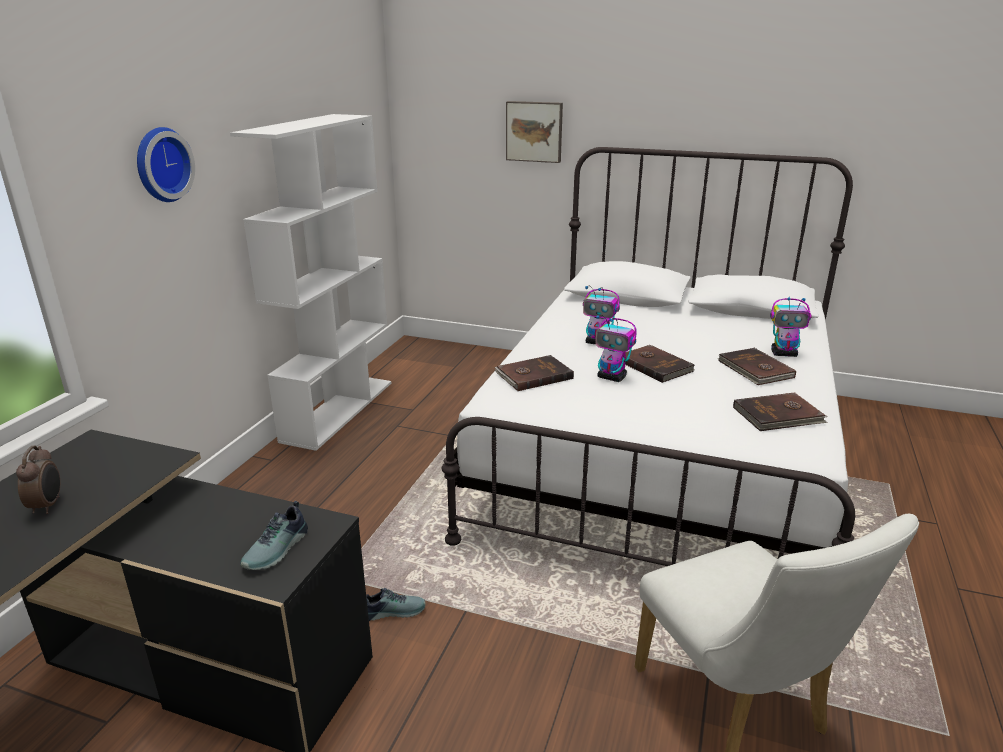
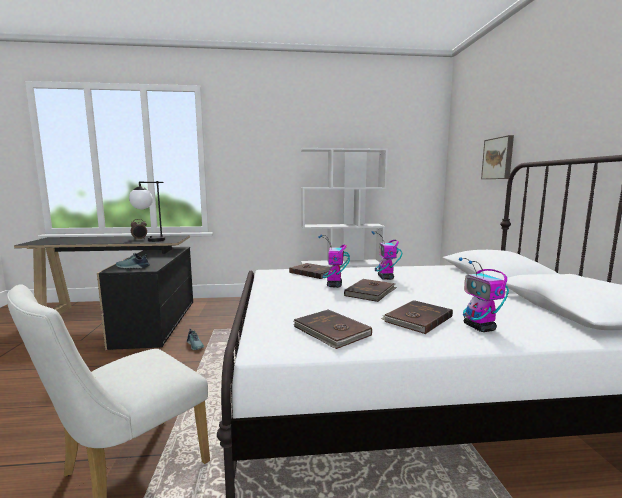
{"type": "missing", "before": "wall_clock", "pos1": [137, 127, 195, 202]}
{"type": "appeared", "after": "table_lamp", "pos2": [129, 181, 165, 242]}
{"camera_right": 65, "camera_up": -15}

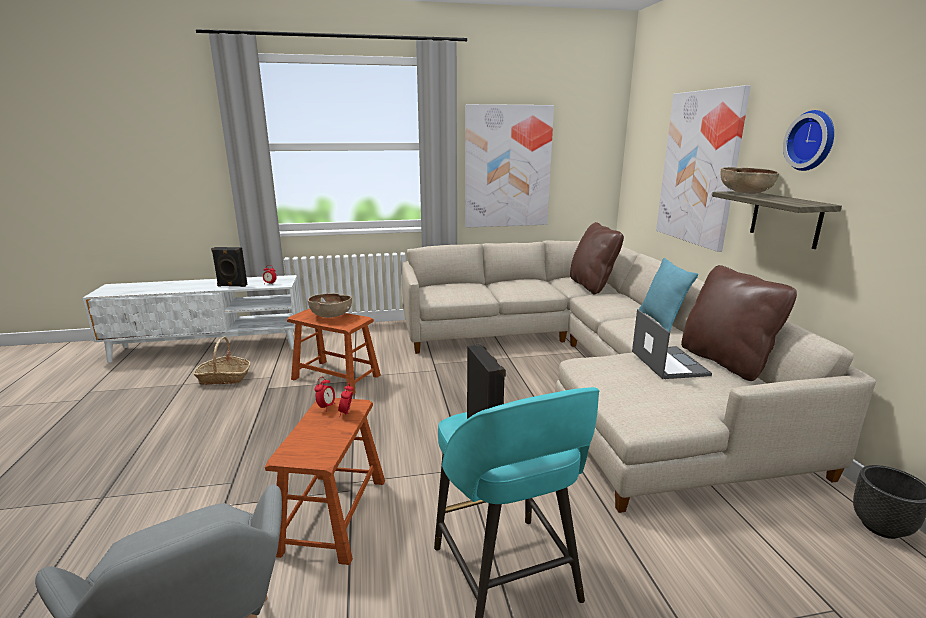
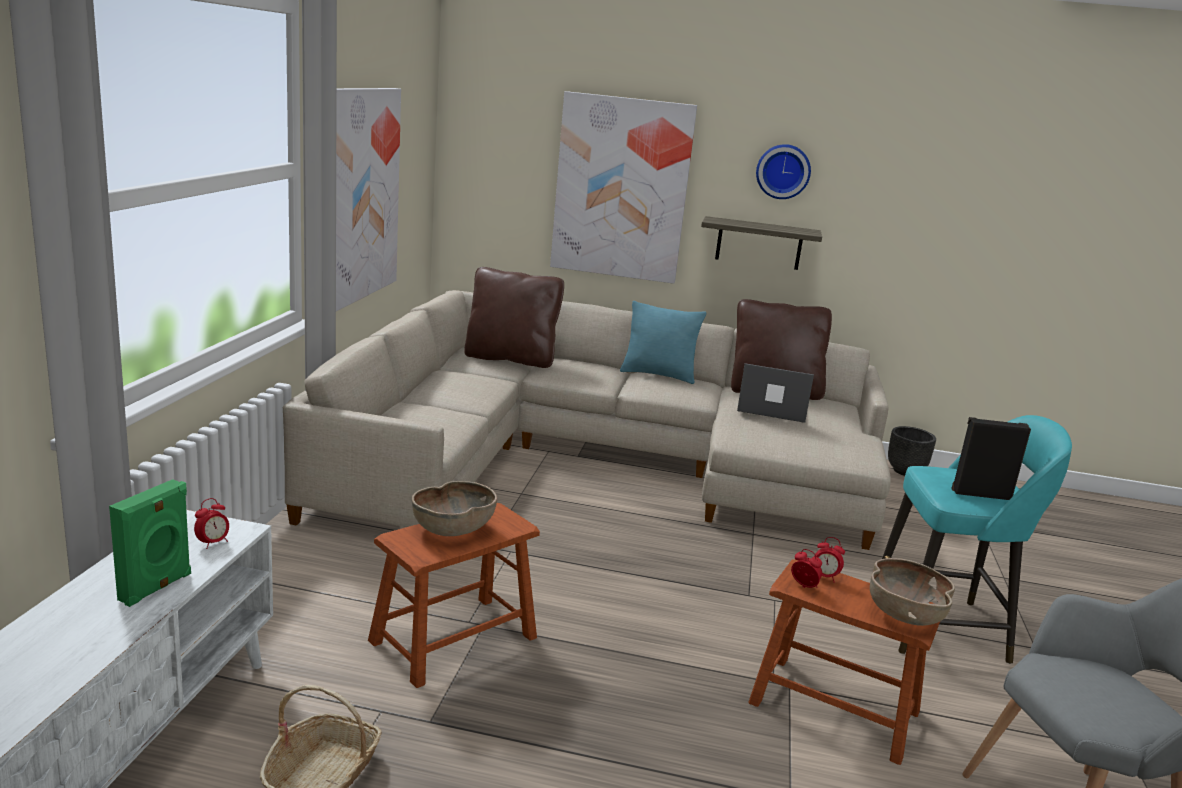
{"type": "colour", "before": "blackish_speaker", "after": "green_speaker", "pos1": [211, 247, 247, 287], "pos2": [109, 479, 191, 607]}
{"type": "relocated", "before": "brown_deep_dish", "pos1": [721, 167, 779, 194], "pos2": [870, 558, 955, 626]}
{"camera_right": -70, "camera_up": 0}

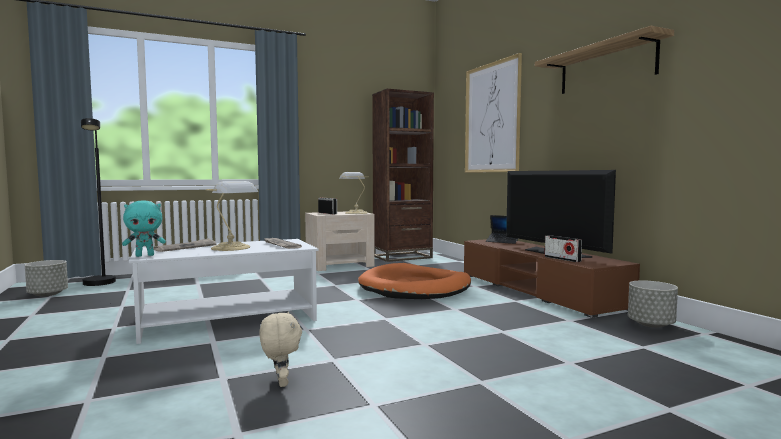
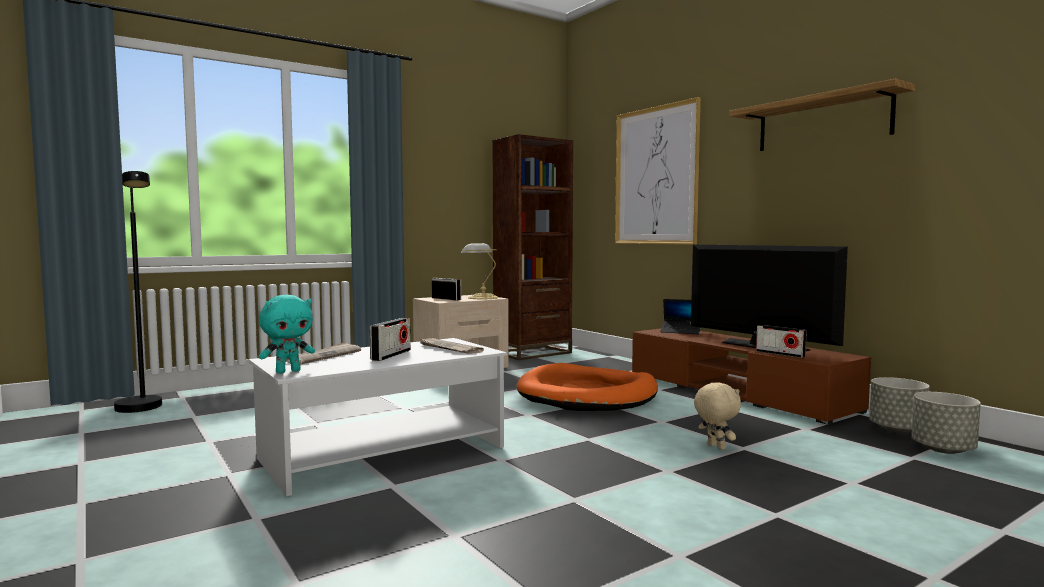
{"type": "relocated", "before": "grey_plant_pot", "pos1": [25, 260, 68, 296], "pos2": [912, 392, 981, 454]}
{"type": "exchanged", "before": "table_lamp", "after": "radio", "pos1": [206, 181, 258, 251], "pos2": [370, 318, 411, 361]}
{"type": "relocated", "before": "sand-coloured_cuddly_toy", "pos1": [259, 312, 302, 387], "pos2": [694, 382, 741, 450]}
{"camera_right": -10, "camera_up": 0}

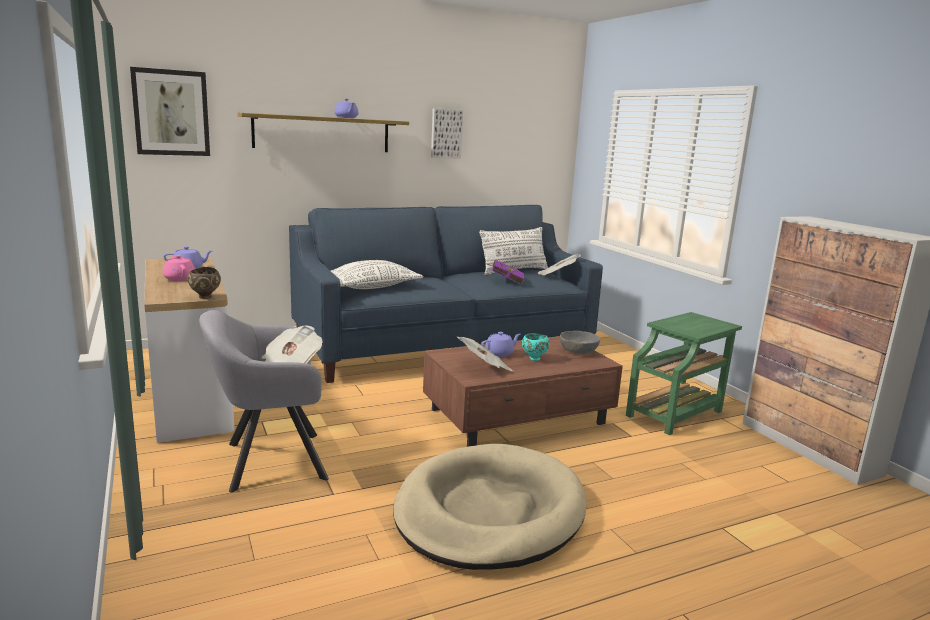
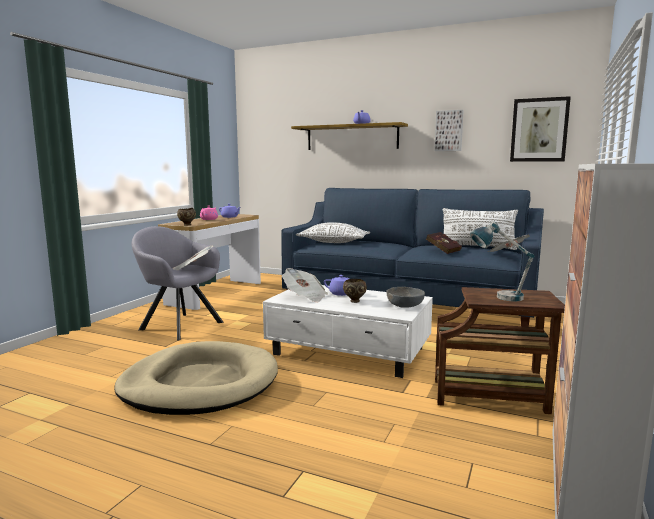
{"type": "relocated", "before": "wall_art", "pos1": [130, 67, 210, 156], "pos2": [510, 96, 571, 162]}
{"type": "colour", "before": "brown_lounge_table", "after": "white_lounge_table", "pos1": [423, 336, 623, 447], "pos2": [263, 285, 433, 378]}
{"type": "colour", "before": "purplish_volume", "after": "red_volume", "pos1": [488, 260, 524, 285], "pos2": [426, 232, 462, 254]}
{"type": "colour", "before": "turquoise-coloured_deep_dish", "after": "brown_deep_dish", "pos1": [522, 333, 550, 361], "pos2": [343, 279, 367, 303]}
{"type": "colour", "before": "green_accent_table", "after": "brown_accent_table", "pos1": [626, 312, 742, 435], "pos2": [435, 287, 565, 414]}
{"type": "appeared", "after": "table_lamp", "pos2": [470, 221, 534, 301]}
{"camera_right": 50, "camera_up": -5}

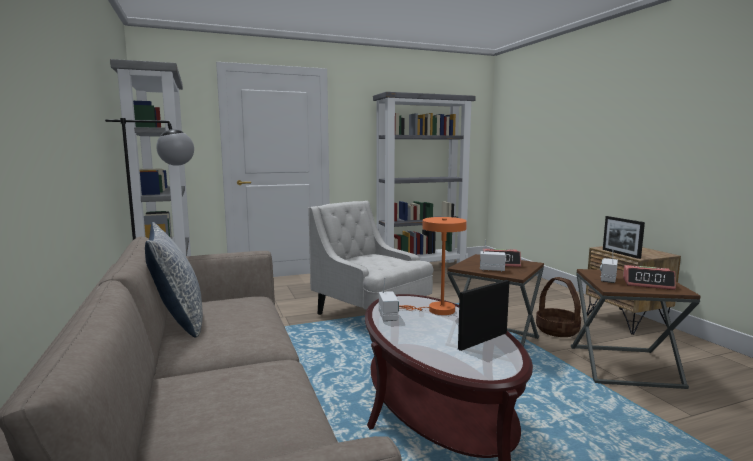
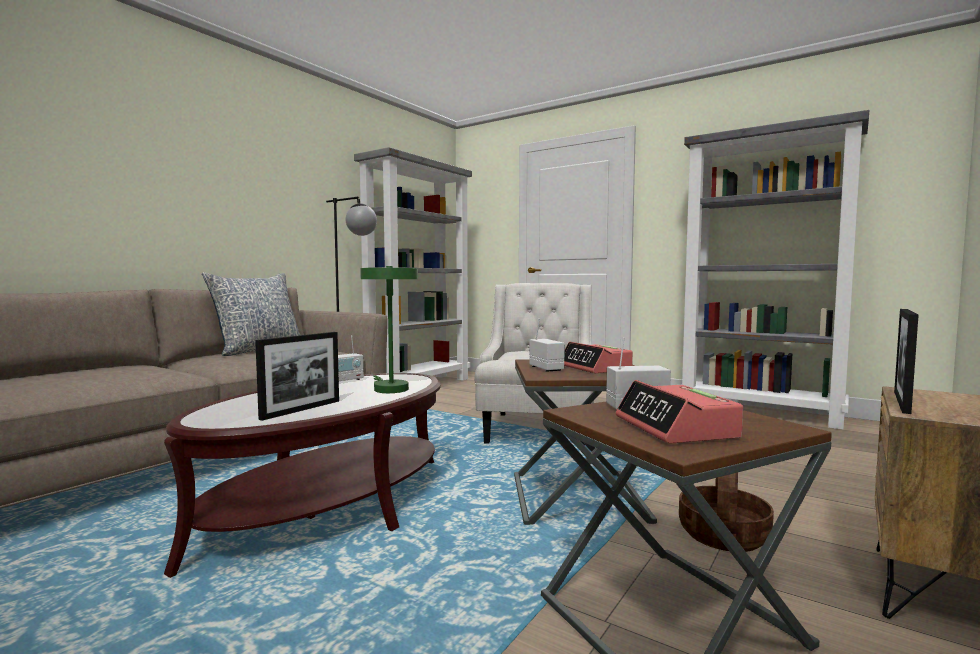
{"type": "colour", "before": "orangey_table_lamp", "after": "green_table_lamp", "pos1": [399, 217, 467, 315], "pos2": [360, 266, 418, 393]}
{"type": "spun", "before": "standing_frame", "pos1": [458, 280, 509, 351], "pos2": [255, 332, 339, 421], "turn": 105}
{"camera_right": 55, "camera_up": -5}

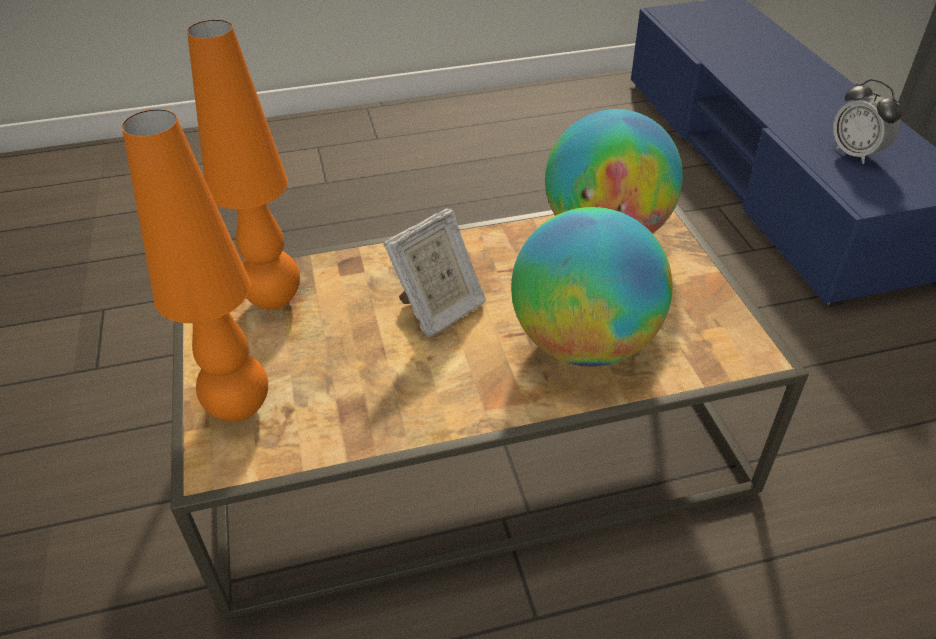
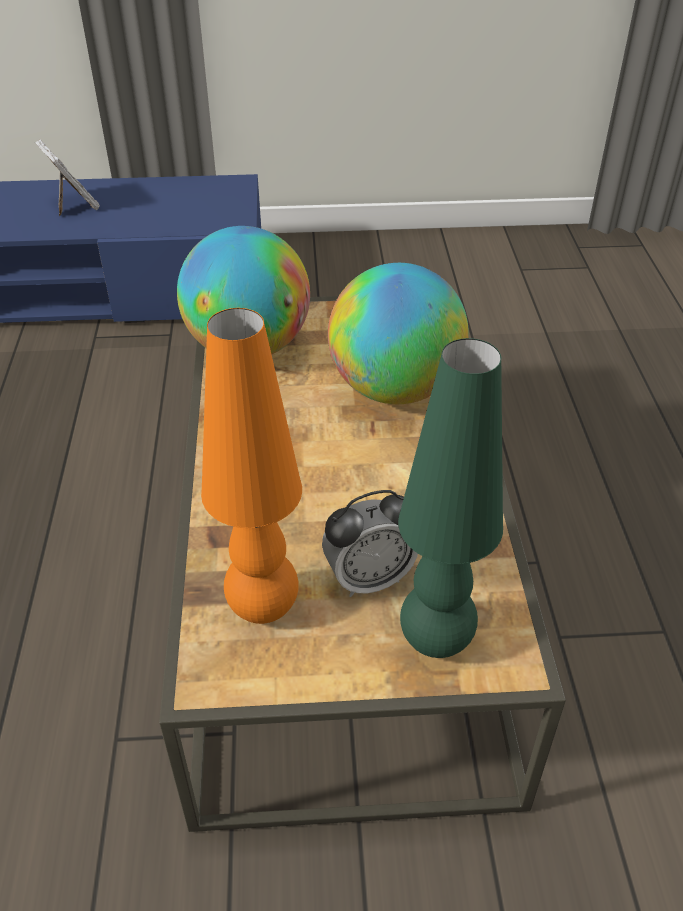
{"type": "colour", "before": "orangey_table_lamp", "after": "green_table_lamp", "pos1": [122, 109, 268, 422], "pos2": [398, 338, 503, 658]}
{"type": "relocated", "before": "standing_frame", "pos1": [384, 208, 486, 336], "pos2": [34, 139, 100, 216]}
{"type": "relocated", "before": "bedside_clock", "pos1": [833, 79, 902, 164], "pos2": [322, 490, 418, 597]}
{"camera_right": -80, "camera_up": 0}

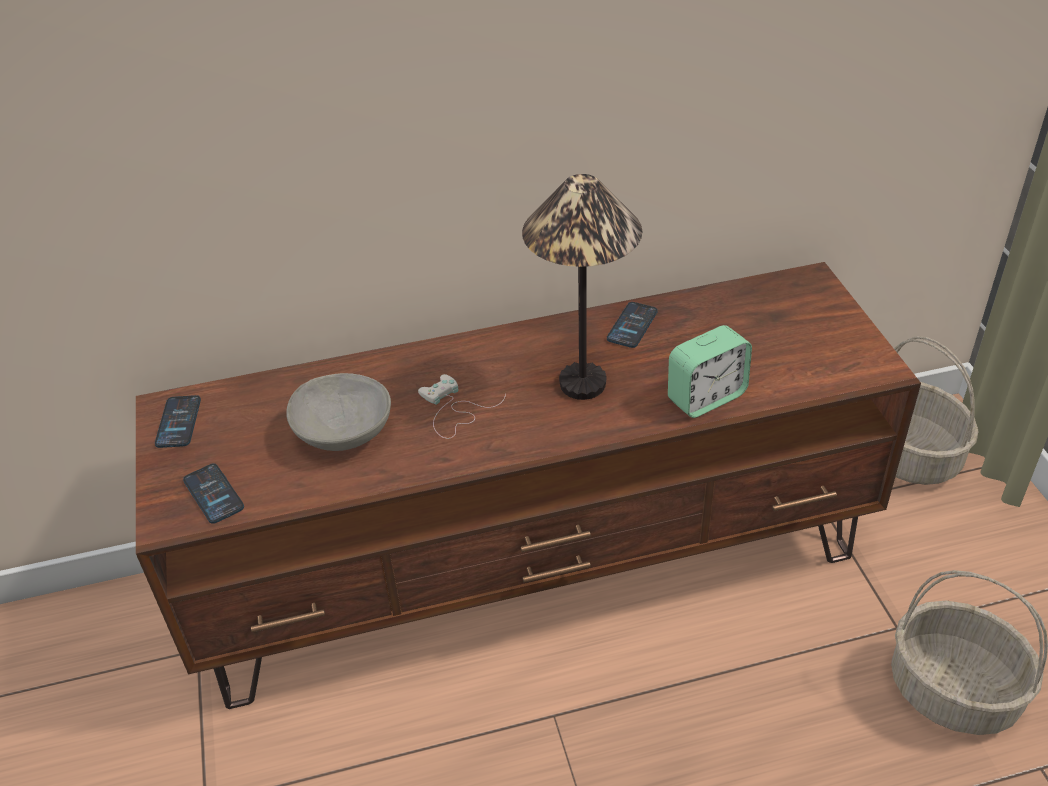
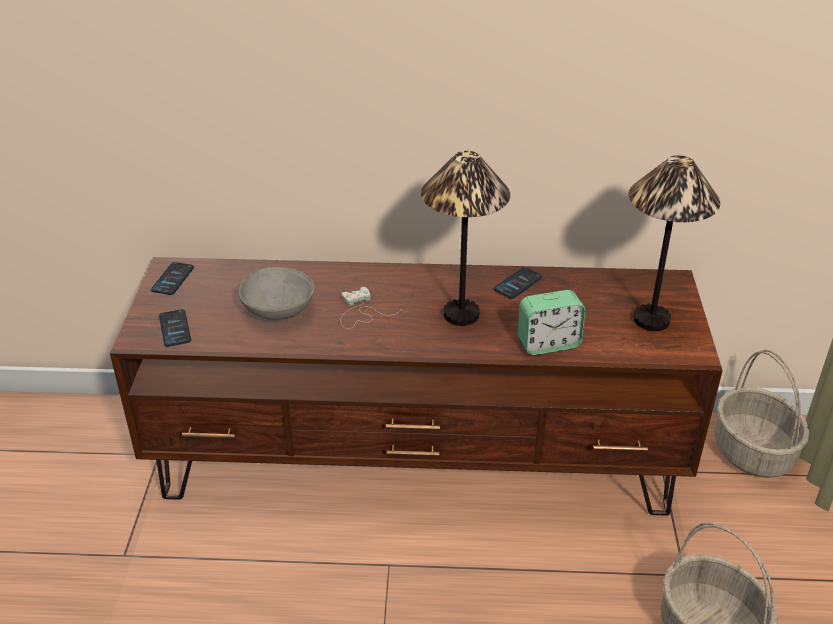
{"type": "appeared", "after": "table_lamp", "pos2": [628, 155, 720, 331]}
{"camera_right": 15, "camera_up": -5}

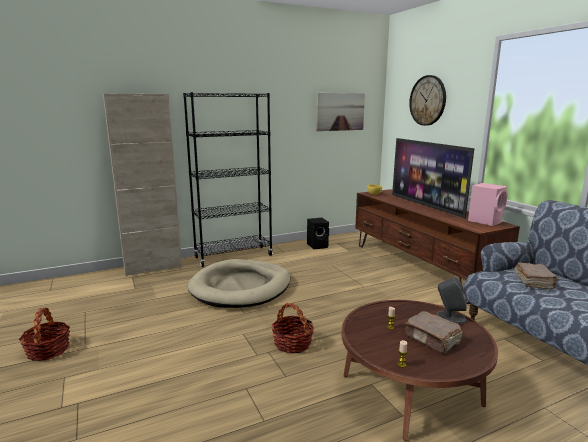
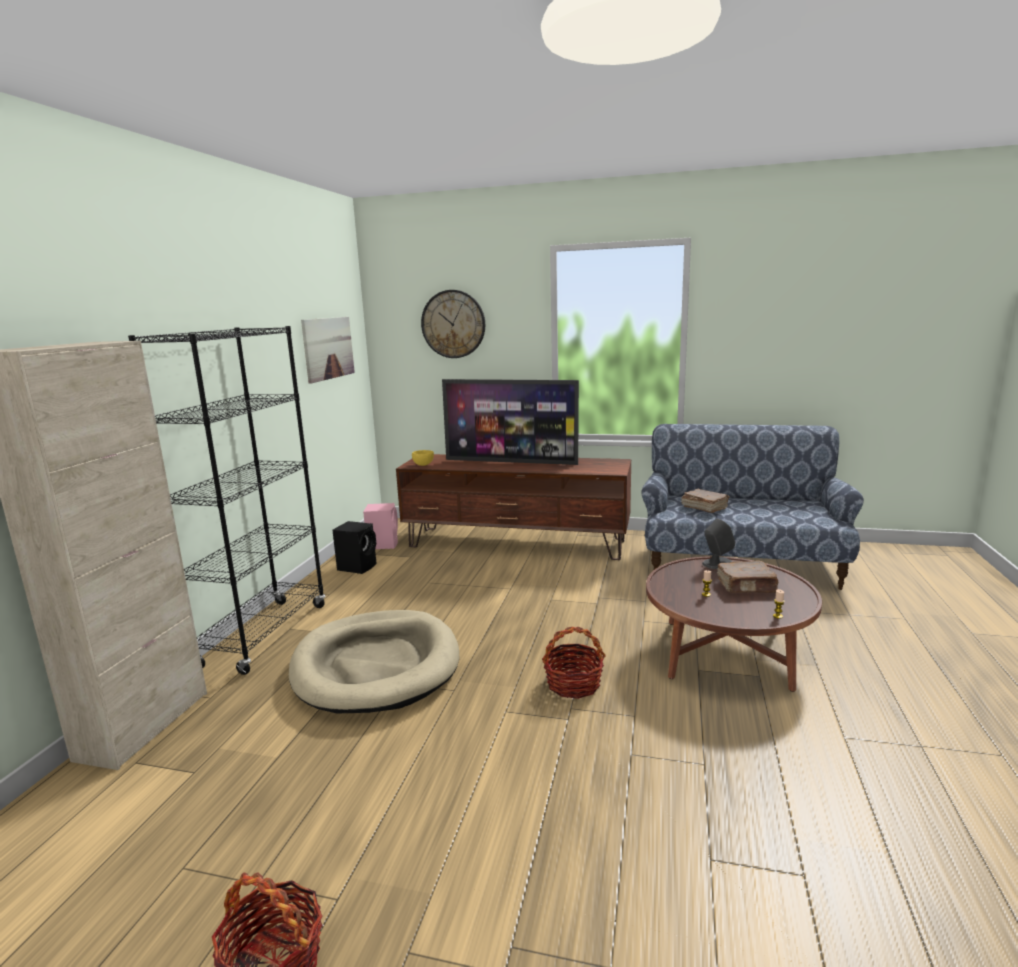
{"type": "relocated", "before": "pink_speaker", "pos1": [468, 183, 508, 226], "pos2": [363, 503, 398, 549]}
{"camera_right": -50, "camera_up": 0}

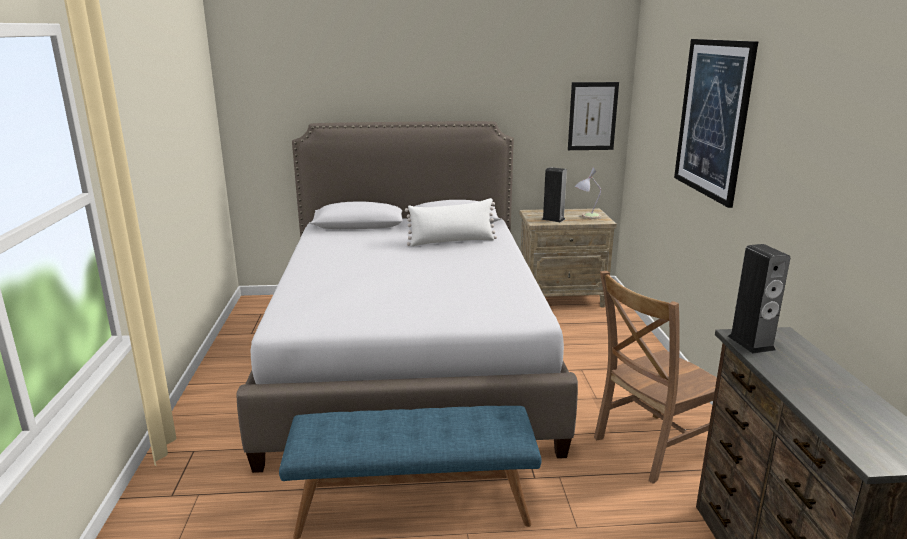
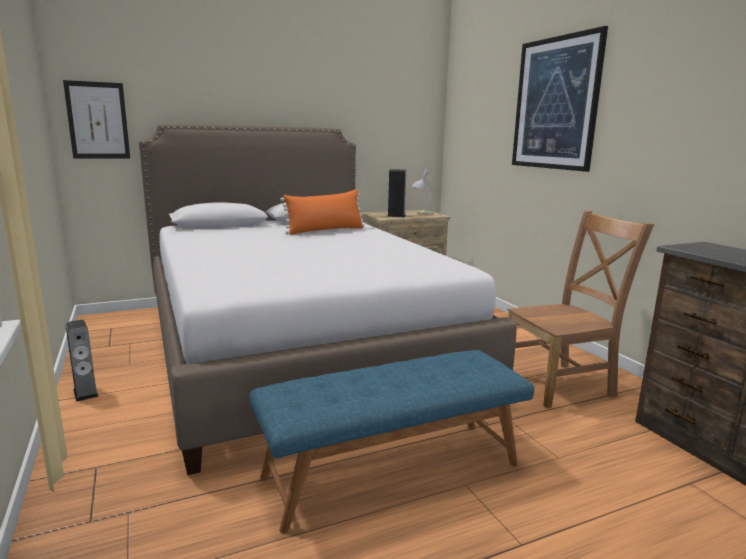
{"type": "colour", "before": "white_pillow", "after": "orangey_pillow", "pos1": [405, 198, 497, 246], "pos2": [280, 190, 365, 235]}
{"type": "relocated", "before": "wall_art", "pos1": [568, 82, 619, 150], "pos2": [63, 80, 130, 158]}
{"type": "spun", "before": "brown_plain_chair", "pos1": [594, 271, 717, 484], "pos2": [507, 211, 654, 408], "turn": -150}
{"type": "relocated", "before": "speaker", "pos1": [728, 244, 790, 354], "pos2": [65, 320, 99, 402]}
{"camera_right": -20, "camera_up": -5}

